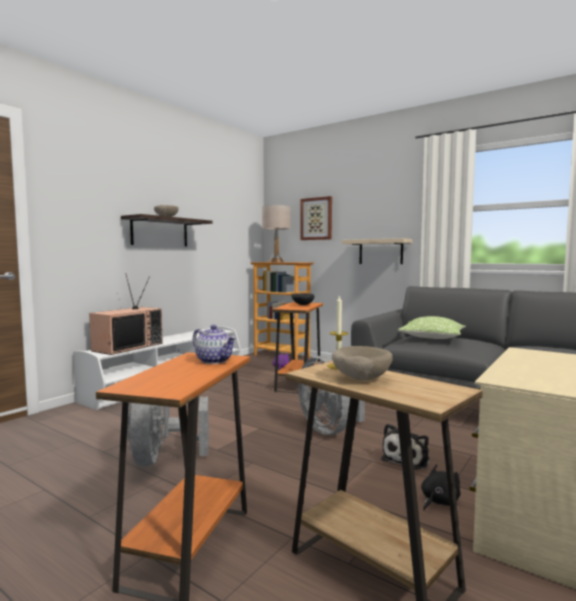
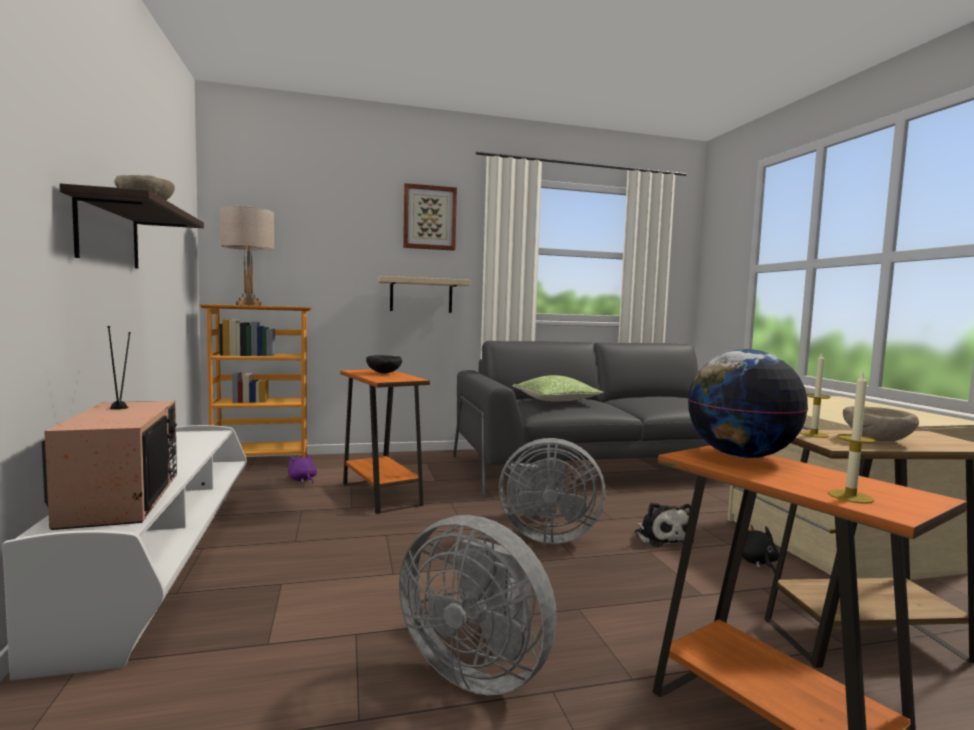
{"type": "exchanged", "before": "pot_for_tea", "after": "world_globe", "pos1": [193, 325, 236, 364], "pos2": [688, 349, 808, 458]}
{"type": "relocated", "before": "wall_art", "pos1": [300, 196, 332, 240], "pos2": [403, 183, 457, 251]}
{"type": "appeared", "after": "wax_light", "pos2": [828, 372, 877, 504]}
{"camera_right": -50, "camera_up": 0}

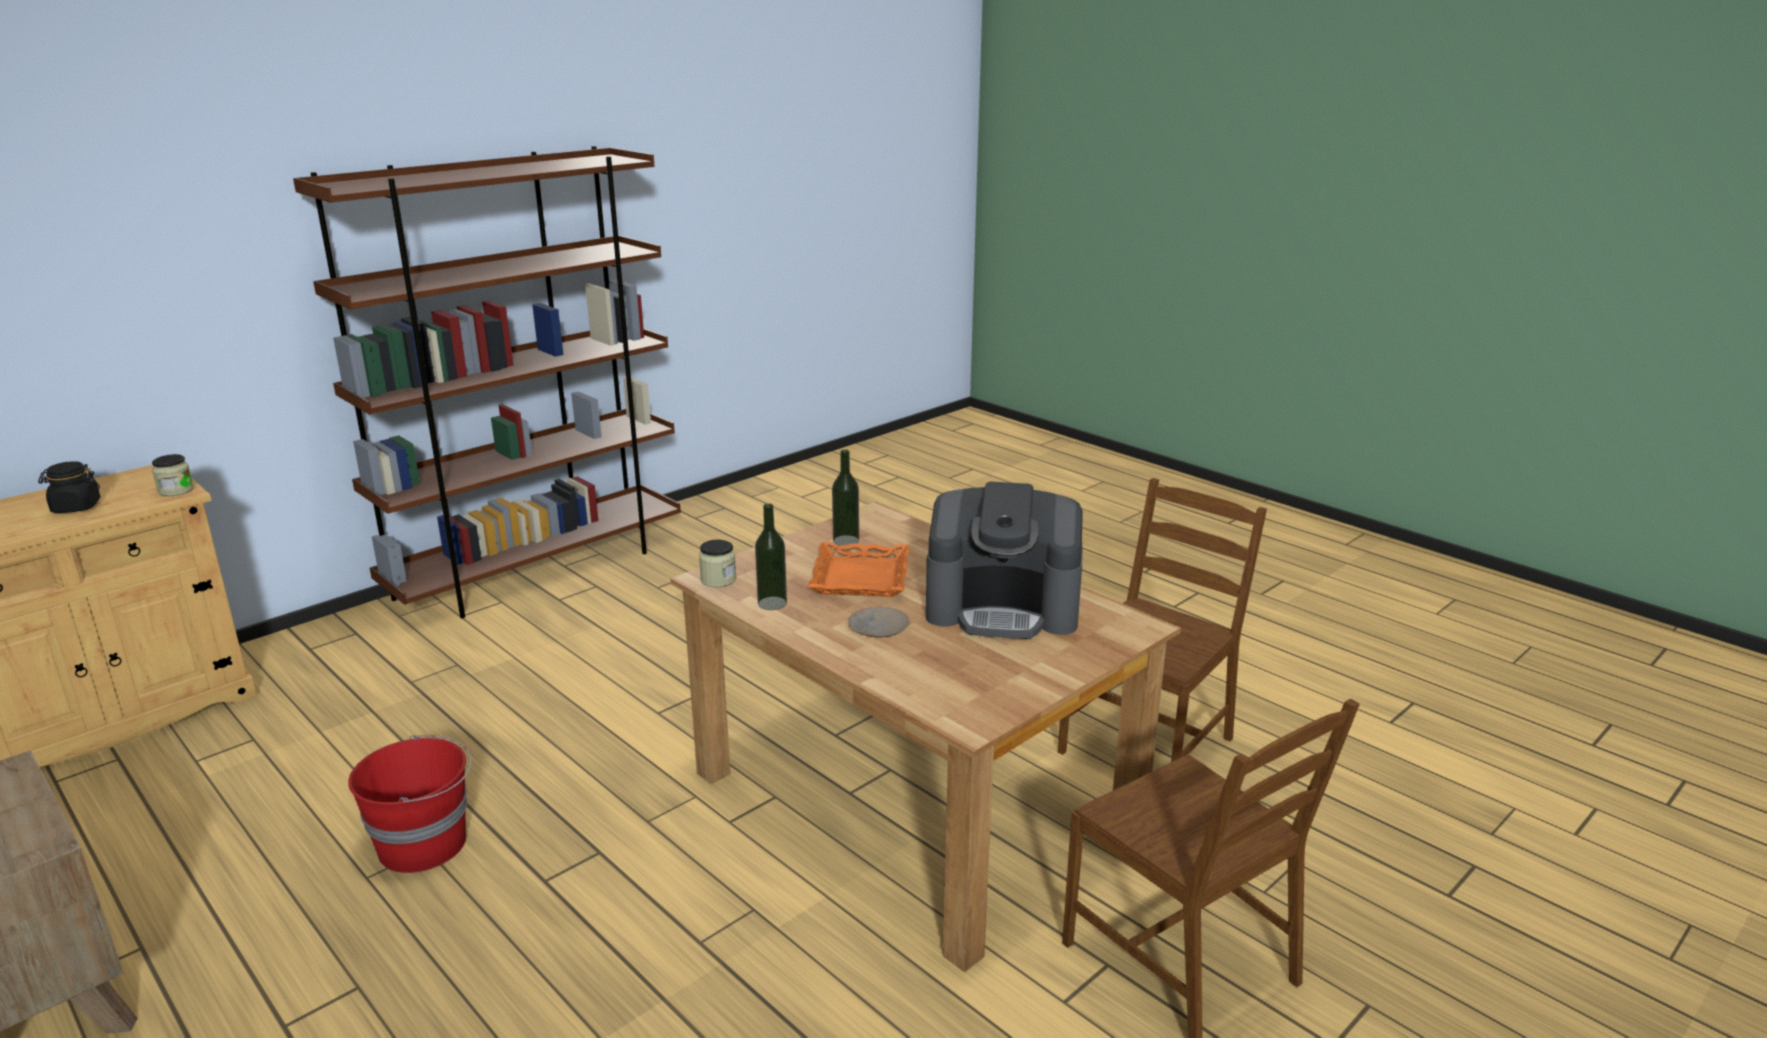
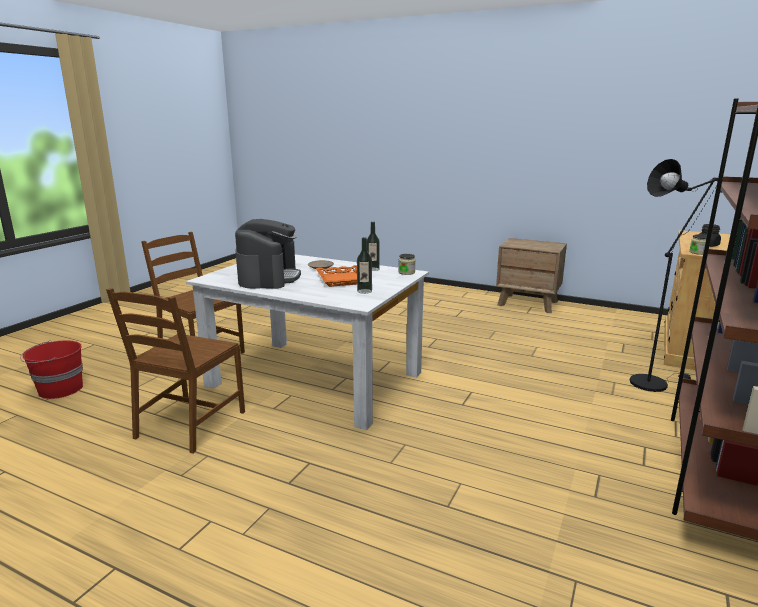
{"type": "relocated", "before": "red_water_bucket", "pos1": [348, 735, 471, 873], "pos2": [20, 340, 83, 399]}
{"type": "colour", "before": "brown_dining_table", "after": "white_dining_table", "pos1": [670, 502, 1181, 972], "pos2": [186, 254, 429, 430]}
{"type": "spun", "before": "coffee_maker", "pos1": [926, 482, 1083, 639], "pos2": [235, 219, 301, 289], "turn": 105}
{"type": "appeared", "after": "blackish_standing_lamp", "pos2": [630, 159, 718, 392]}
{"camera_right": 160, "camera_up": -5}

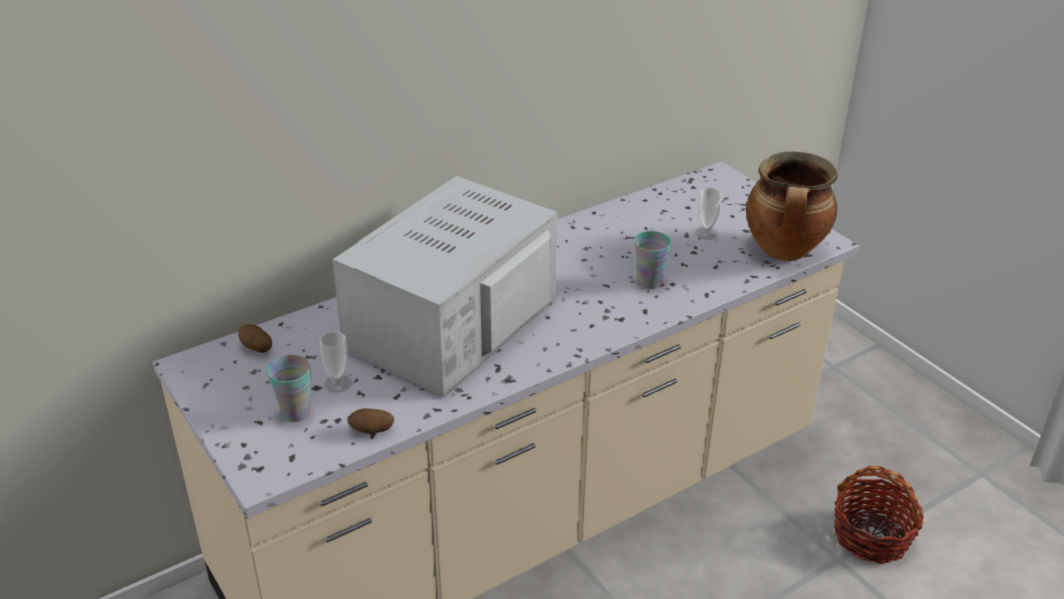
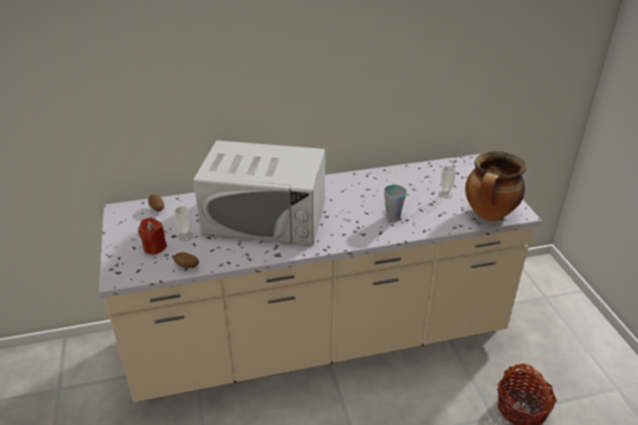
{"type": "exchanged", "before": "cup", "after": "red_wax_light", "pos1": [267, 355, 311, 422], "pos2": [138, 217, 167, 254]}
{"type": "spun", "before": "white_microwave", "pos1": [332, 176, 558, 398], "pos2": [193, 140, 325, 245], "turn": -135}
{"camera_right": 20, "camera_up": 0}

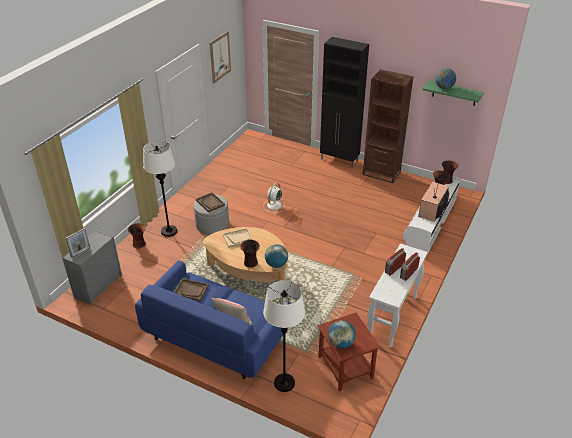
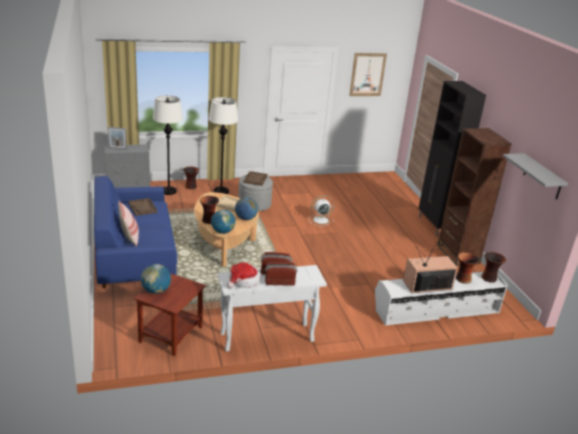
{"type": "relocated", "before": "white_standing_lamp", "pos1": [263, 280, 305, 392], "pos2": [153, 96, 183, 195]}
{"type": "colour", "before": "green_bracket_shelf", "after": "grey_bracket_shelf", "pos1": [423, 81, 484, 106], "pos2": [503, 153, 568, 199]}
{"type": "relocated", "before": "world_globe", "pos1": [435, 68, 456, 89], "pos2": [235, 197, 258, 220]}
{"type": "appeared", "after": "clothing_hat", "pos2": [227, 262, 261, 289]}
{"camera_right": 45, "camera_up": -10}

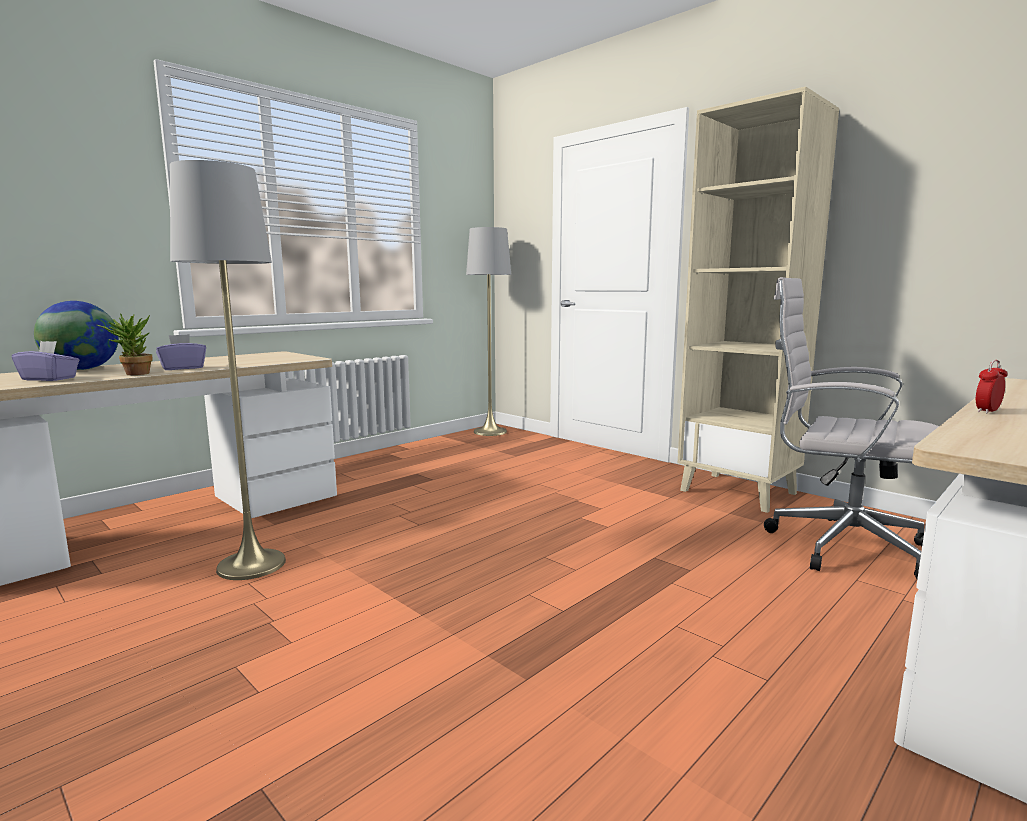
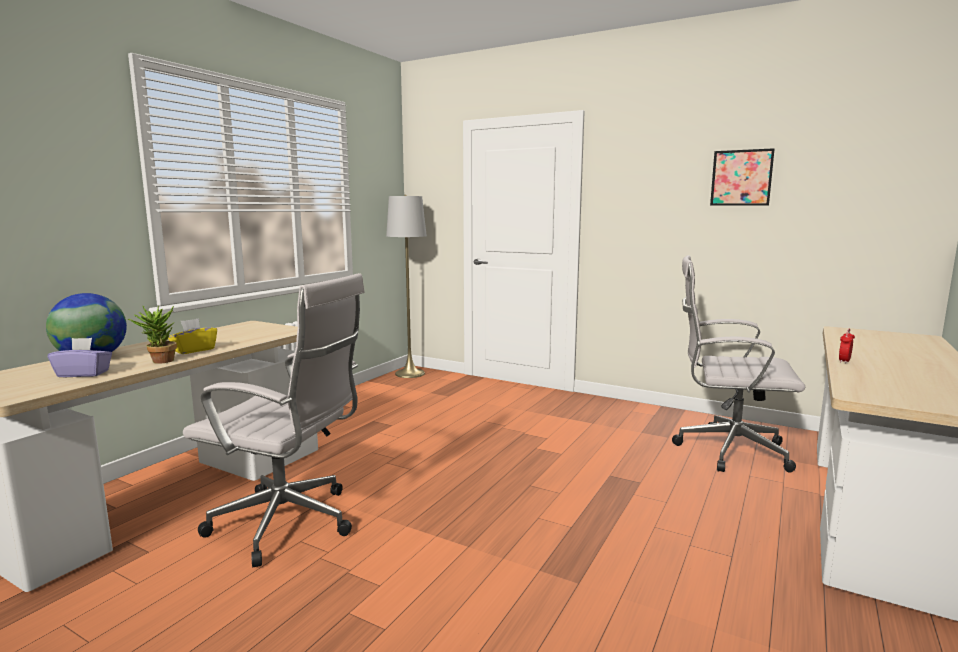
{"type": "colour", "before": "purplish_box_of_tissues", "after": "yellowish_box_of_tissues", "pos1": [156, 334, 206, 370], "pos2": [168, 318, 217, 354]}
{"type": "exchanged", "before": "grey_standing_lamp", "after": "white_computer_chair", "pos1": [170, 160, 286, 580], "pos2": [183, 273, 365, 567]}
{"type": "missing", "before": "sand-coloured_shelving_unit", "pos1": [677, 87, 839, 513]}
{"type": "appeared", "after": "wall_art", "pos2": [710, 148, 775, 206]}
{"camera_right": -15, "camera_up": 0}

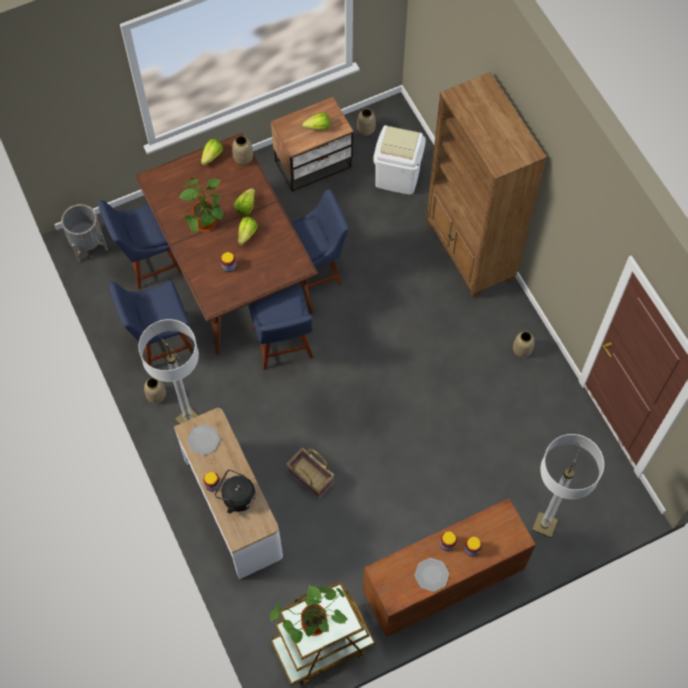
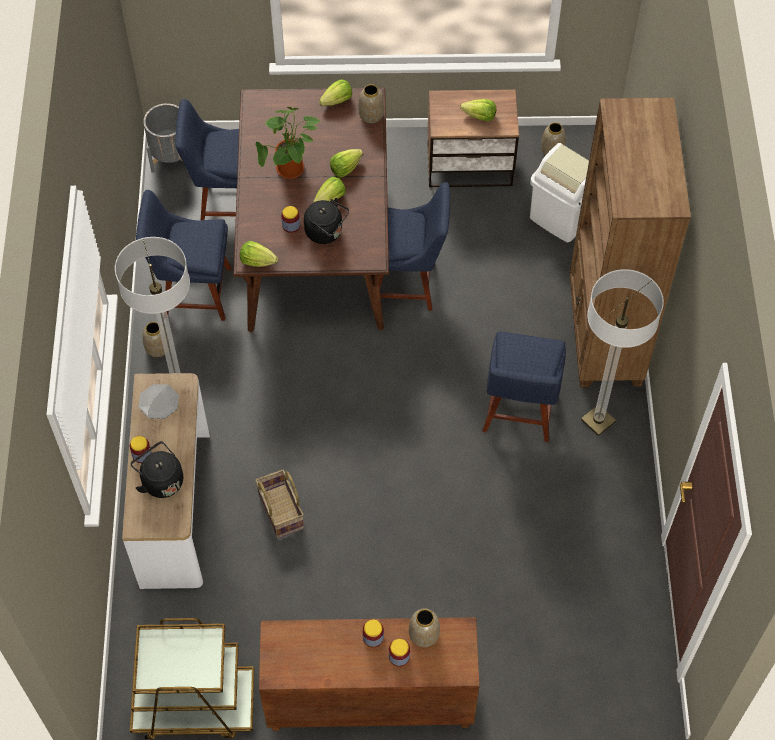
{"type": "relocated", "before": "bluish_plain_chair", "pos1": [248, 284, 313, 370], "pos2": [482, 332, 566, 442]}
{"type": "missing", "before": "houseplant", "pos1": [270, 585, 347, 643]}
{"type": "missing", "before": "flat_dish", "pos1": [415, 558, 449, 592]}
{"type": "relocated", "before": "vase", "pos1": [513, 331, 534, 357], "pos2": [409, 609, 440, 647]}
{"type": "relocated", "before": "standing_lamp", "pos1": [532, 434, 604, 538], "pos2": [581, 269, 664, 436]}
{"type": "appeared", "after": "head_of_lettuce", "pos2": [240, 241, 278, 267]}
{"type": "appeared", "after": "blackish_tea_kettle", "pos2": [304, 198, 349, 244]}
{"camera_right": 25, "camera_up": -5}

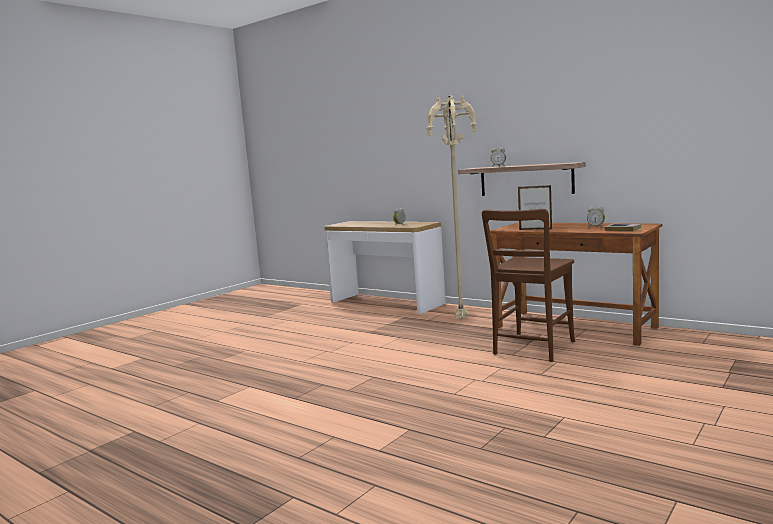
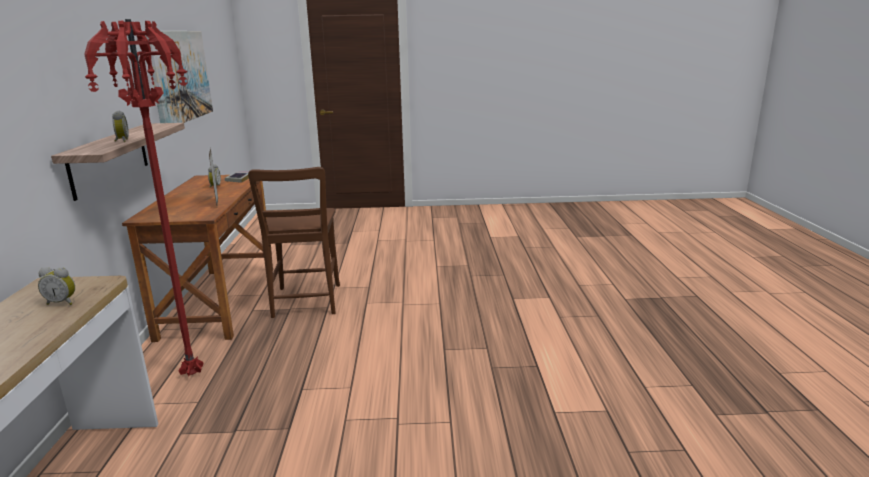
{"type": "colour", "before": "sand-coloured_standing_lamp", "after": "red_standing_lamp", "pos1": [426, 96, 477, 320], "pos2": [84, 19, 204, 376]}
{"type": "spun", "before": "brown_plain_chair", "pos1": [482, 209, 575, 362], "pos2": [248, 167, 340, 318], "turn": 90}
{"type": "appeared", "after": "wall_art", "pos2": [145, 31, 213, 123]}
{"camera_right": -130, "camera_up": 10}

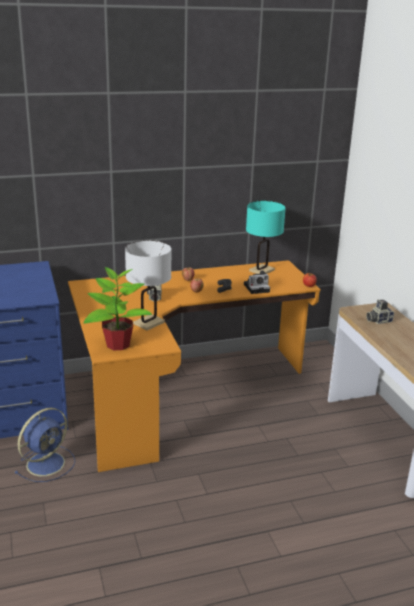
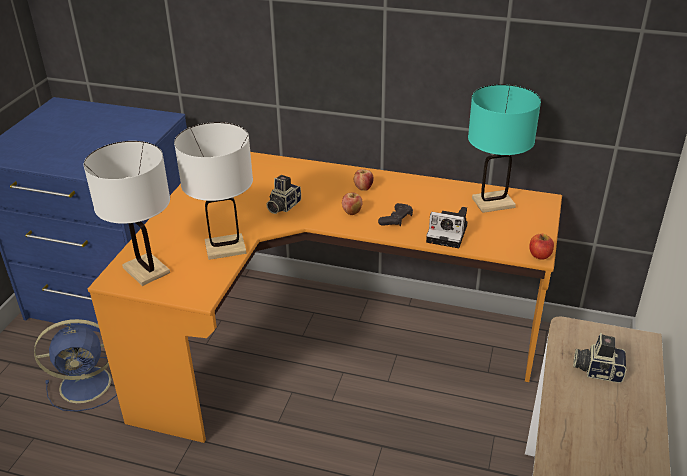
{"type": "exchanged", "before": "houseplant", "after": "white_table_lamp", "pos1": [84, 267, 152, 350], "pos2": [84, 141, 170, 286]}
{"camera_right": 35, "camera_up": 10}

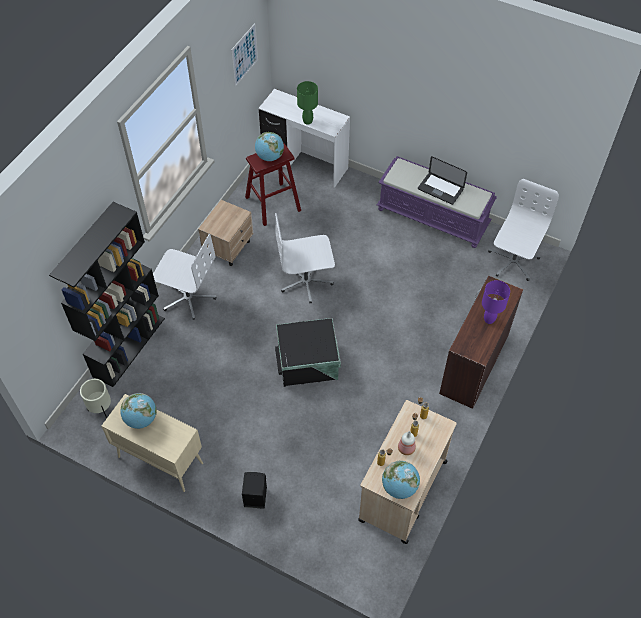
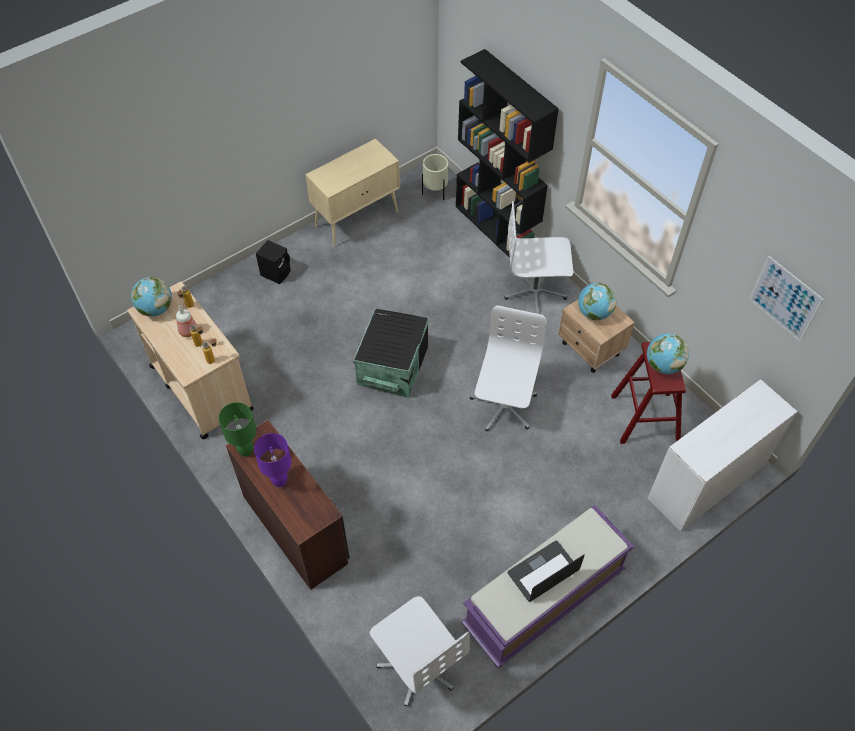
{"type": "relocated", "before": "world_globe", "pos1": [120, 393, 157, 429], "pos2": [578, 283, 616, 320]}
{"type": "spun", "before": "white_computer_chair", "pos1": [153, 234, 216, 320], "pos2": [504, 201, 573, 314], "turn": 45}
{"type": "relocated", "before": "green_table_lamp", "pos1": [297, 81, 318, 125], "pos2": [219, 402, 256, 457]}
{"camera_right": 115, "camera_up": 0}

